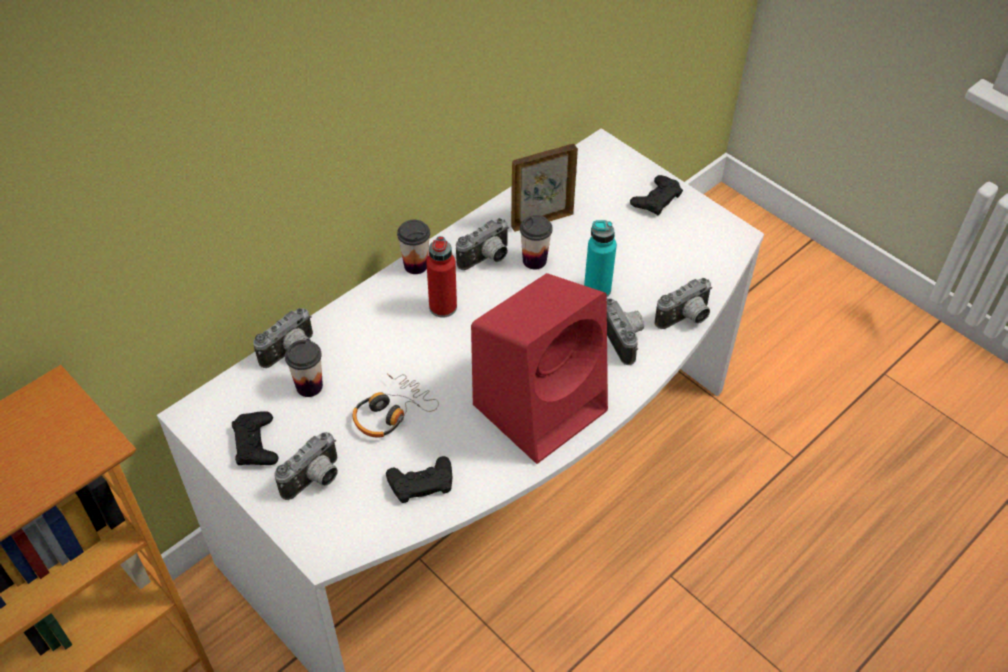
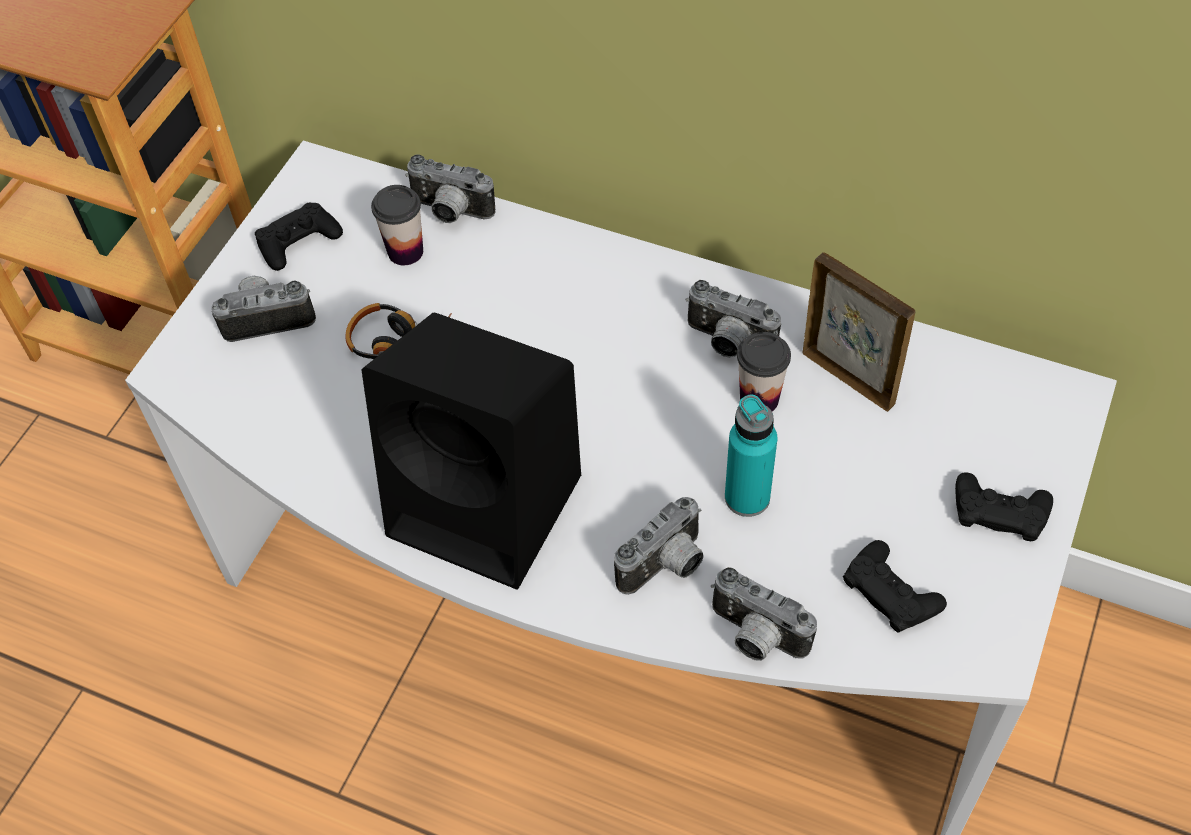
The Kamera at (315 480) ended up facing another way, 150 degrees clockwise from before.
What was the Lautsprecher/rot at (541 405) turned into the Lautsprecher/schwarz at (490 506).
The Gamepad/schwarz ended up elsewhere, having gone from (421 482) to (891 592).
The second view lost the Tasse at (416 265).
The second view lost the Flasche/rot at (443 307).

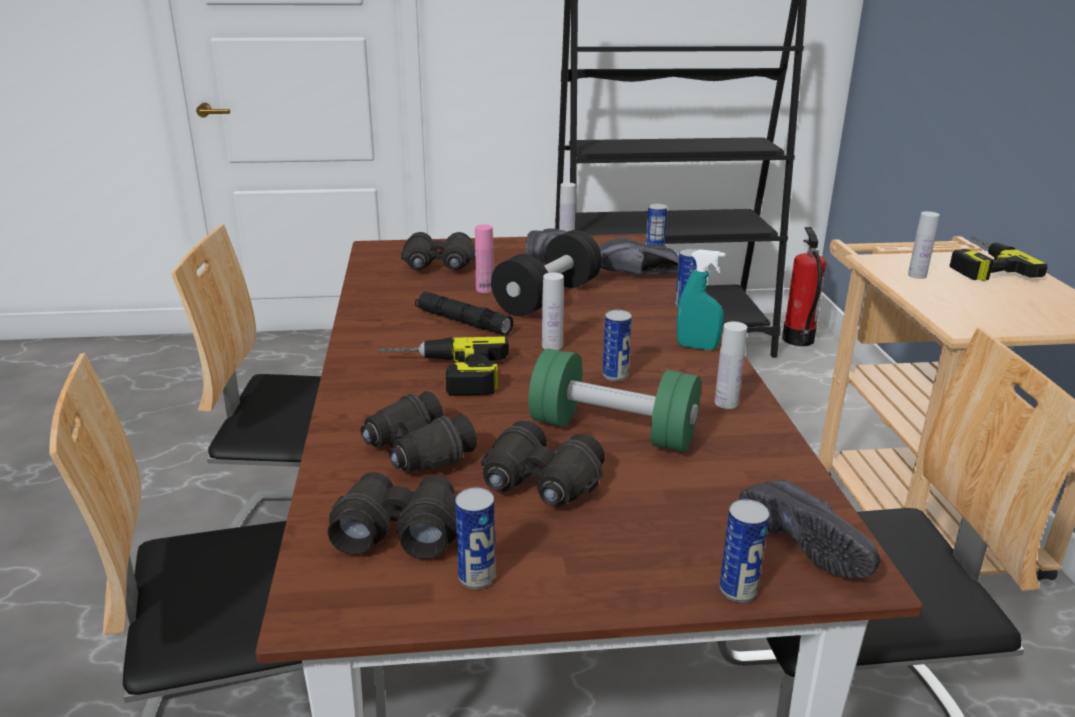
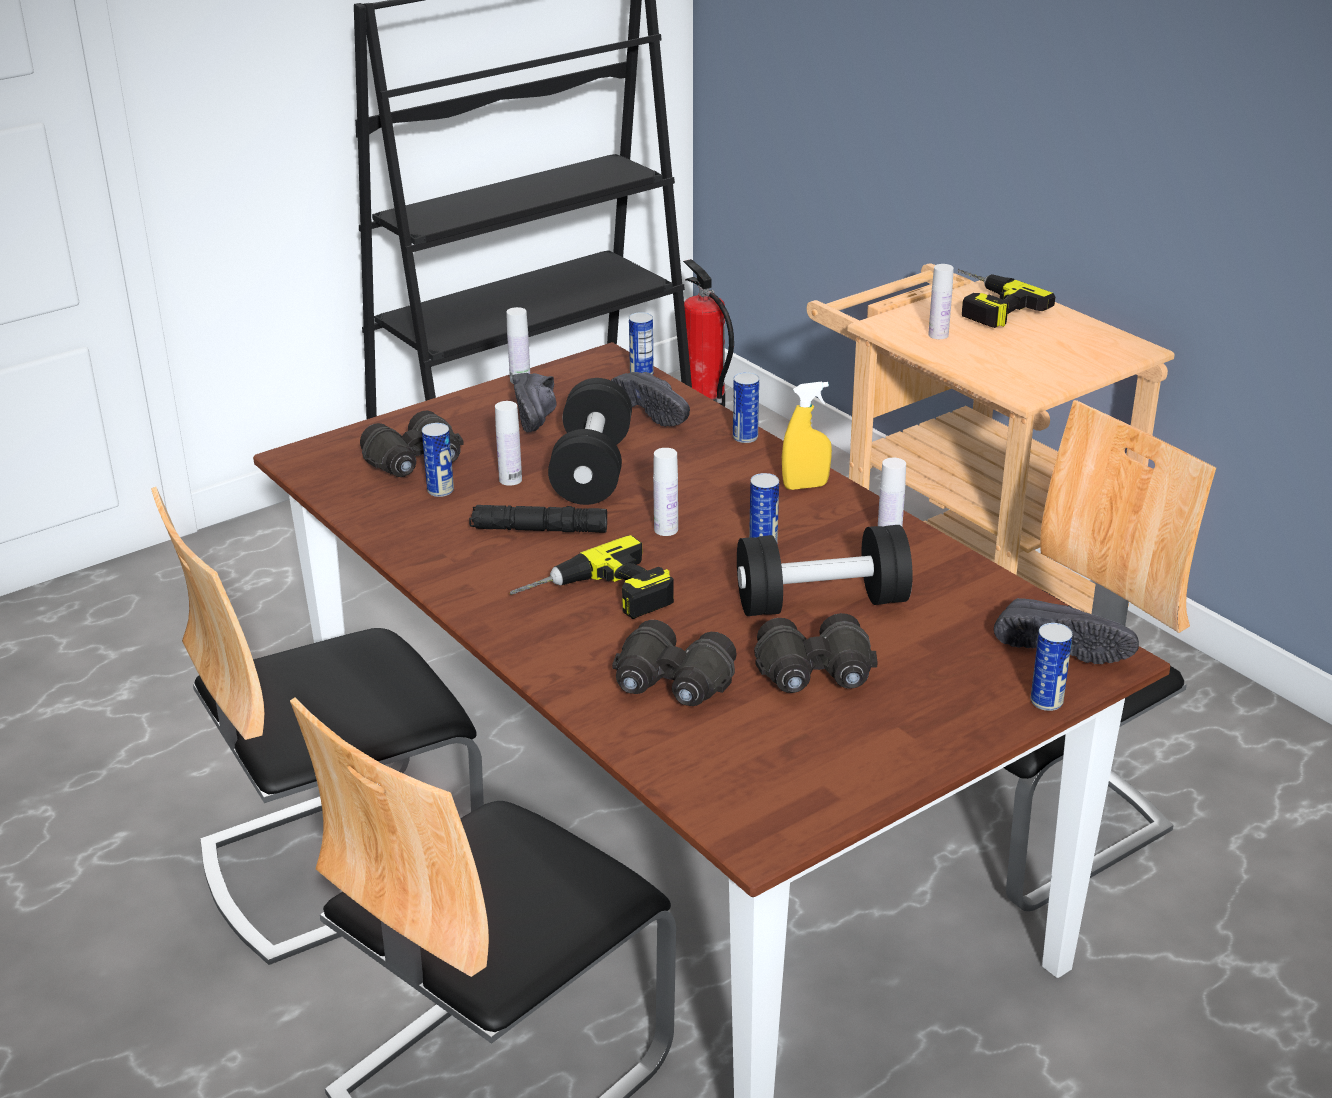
The Dose ended up elsewhere, having gone from (476 578) to (440 491).
What was the Flasche/rosa at (484 289) turned into the Flasche/weiß at (510 480).
The Schuh/schwarz at (638 276) ended up facing another way, 90 degrees counterclockwise from before.
What was the Hantel/grün at (612 431) turned into the Hantel/schwarz at (821 603).
What was the Sprühflasche/türkis at (697 347) turned into the Sprühflasche/gelb at (805 486).
The second view lost the Fernglas/schwarz at (398 530).

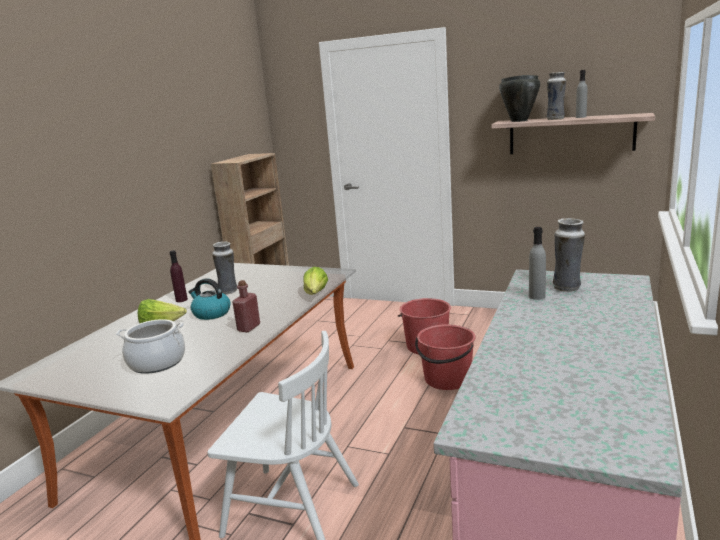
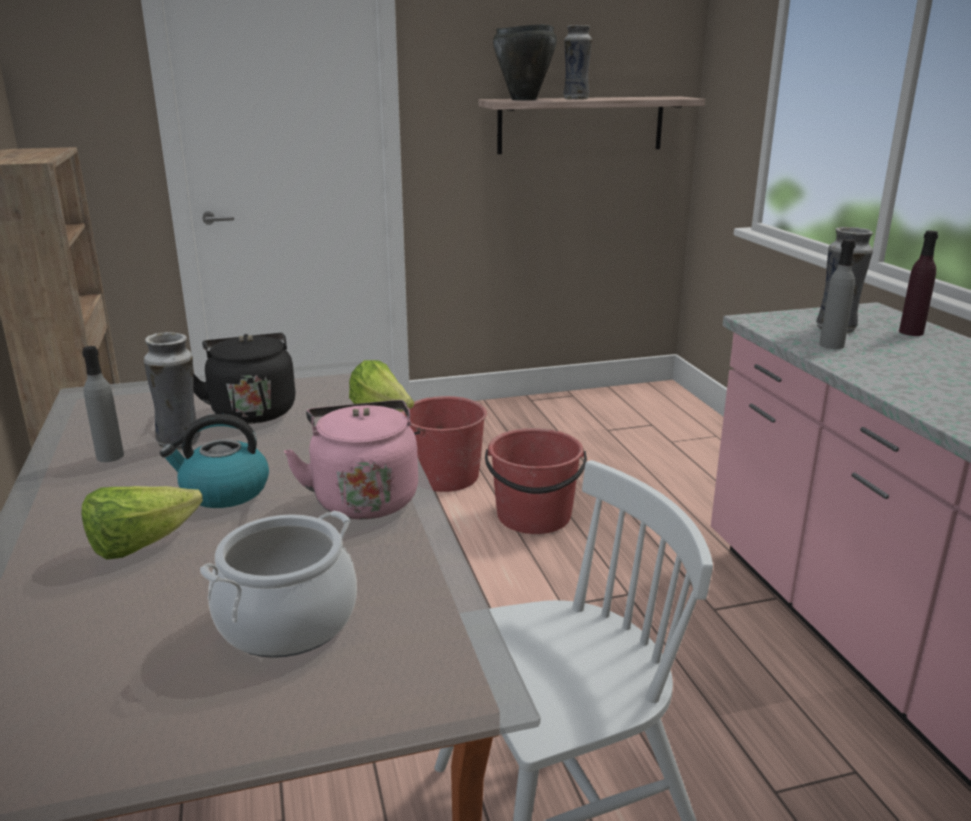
The Flasche/grau ended up elsewhere, having gone from (581 117) to (110 456).
The second view gained the Wasserkessel/schwarz at (252 410).
Where the Flasche/rot stood at (249 328), the Wasserkessel/rosa came to stand at (363 497).
The Flasche/lila ended up elsewhere, having gone from (181 300) to (911 332).

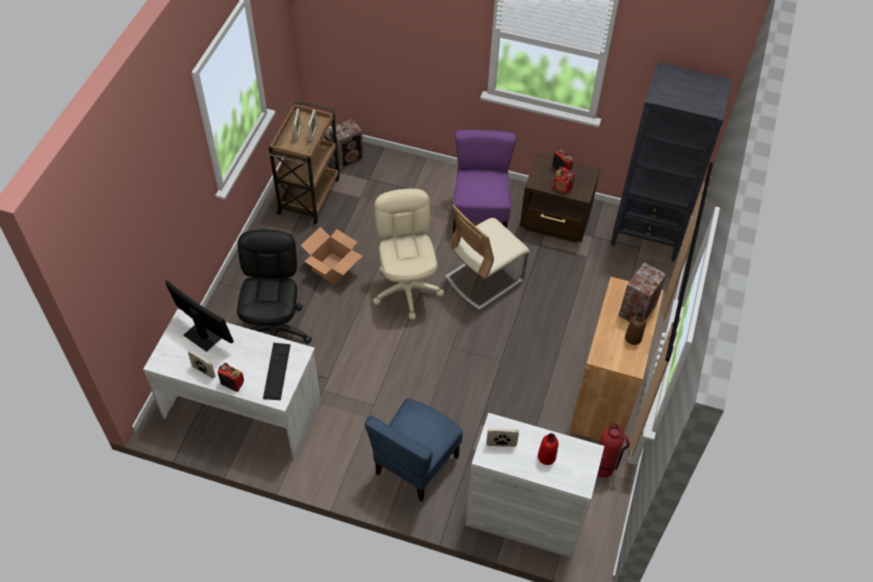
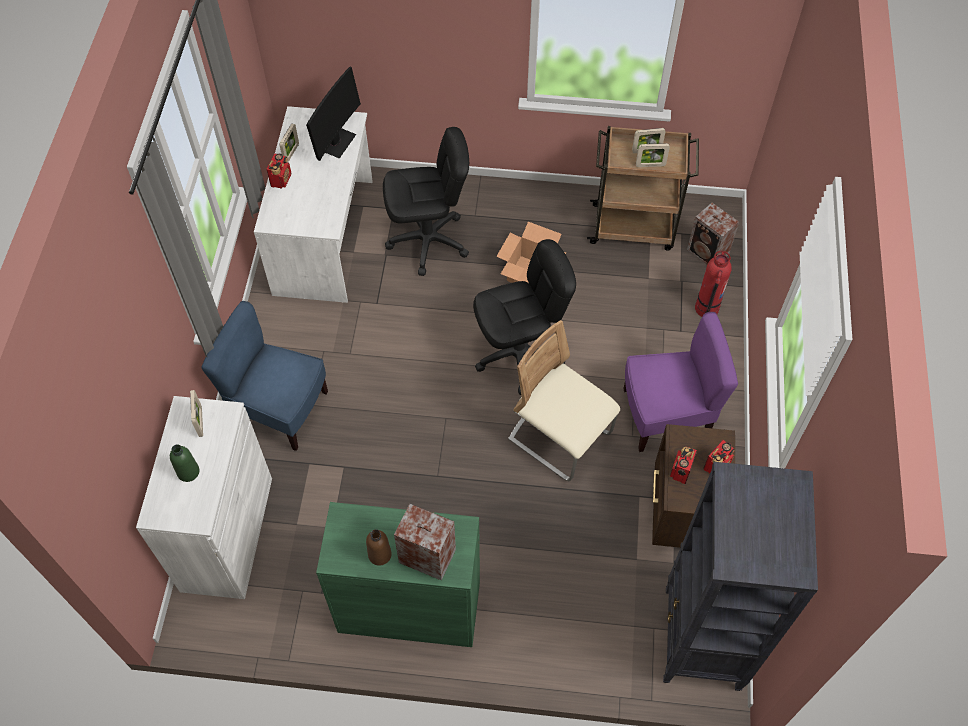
What was the Flasche/rot at (546 457) turned into the Flasche/grün at (188 472).
What was the Schrank/braun at (605 396) turned into the Schrank/grün at (409 607).
What was the Bürostuhl/beige at (407 290) turned into the Bürostuhl/schwarz at (519 356).
The Feuerlöscher ended up elsewhere, having gone from (603 468) to (706 308).
The second view lost the Tastatur at (277 371).

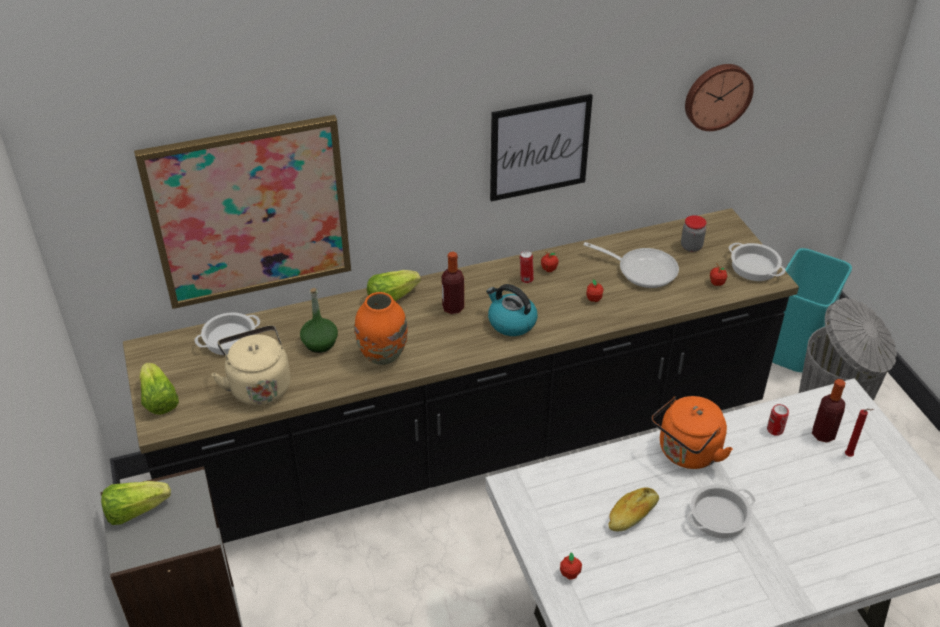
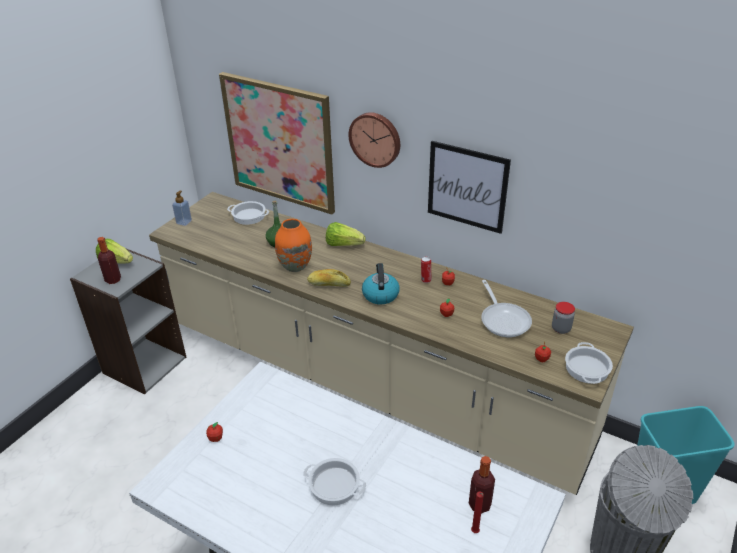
The Flasche ended up elsewhere, having gone from (453 307) to (113 280).
What was the Küchenzeile/schwarz at (470 446) turned into the Küchenzeile/beige at (370 382).
Where the Salatkopf stood at (159 400), the Seifenspender came to stand at (184 222).
The Brot ended up elsewhere, having gone from (632 515) to (329 284).
The Wanduhr ended up elsewhere, having gone from (717 95) to (375 139).
The second view lost the Wasserkessel/beige at (258 385).
The second view lost the Wasserkessel/orange at (687 453).
The second view lost the Dose at (775 429).

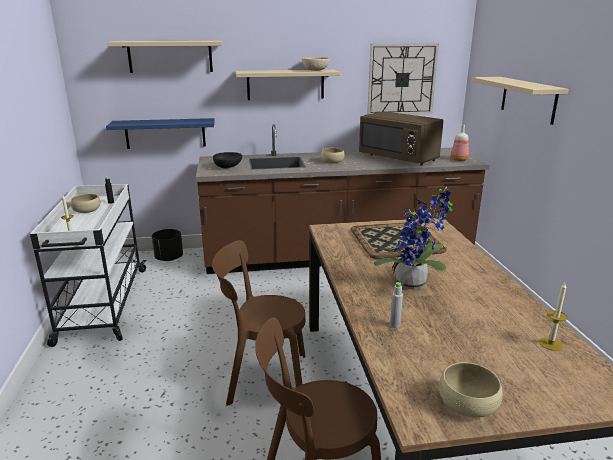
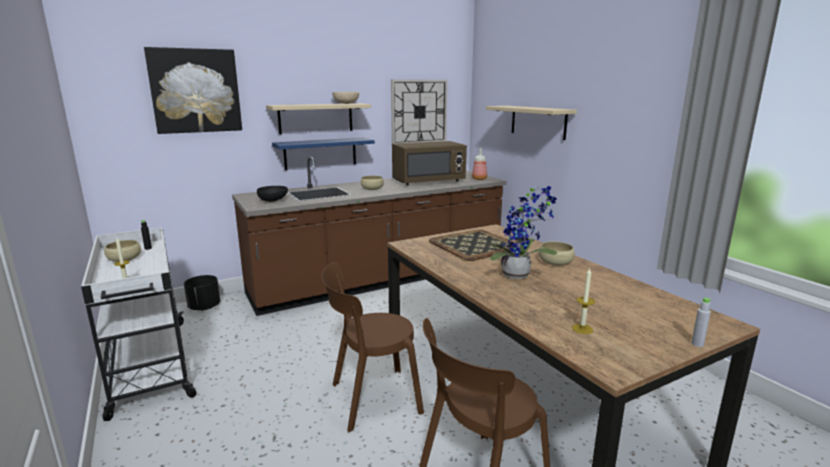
Where the Wandregal/beige hung at (170 56), the Bild came to hang at (195 91).
The Wandregal/blau ended up elsewhere, having gone from (165 133) to (320 153).
The Mikrowelle/braun at (399 158) ended up facing another way, 45 degrees counterclockwise from before.
The Schüssel/beige ended up elsewhere, having gone from (468 403) to (555 262).
The Kerze ended up elsewhere, having gone from (550 344) to (582 329).
The Flasche/grau ended up elsewhere, having gone from (395 325) to (697 344).

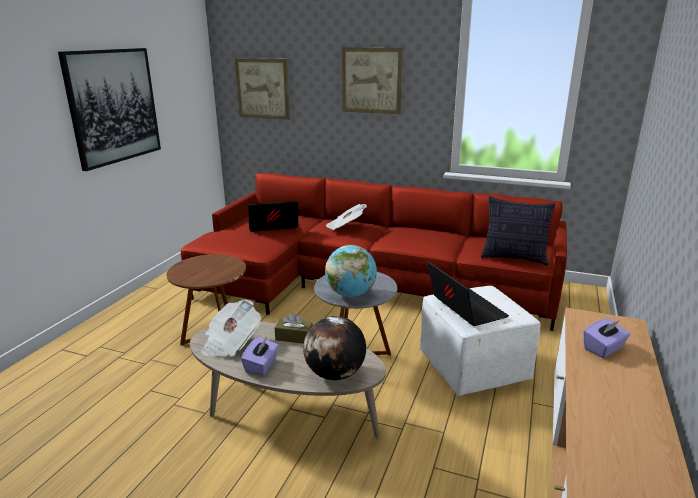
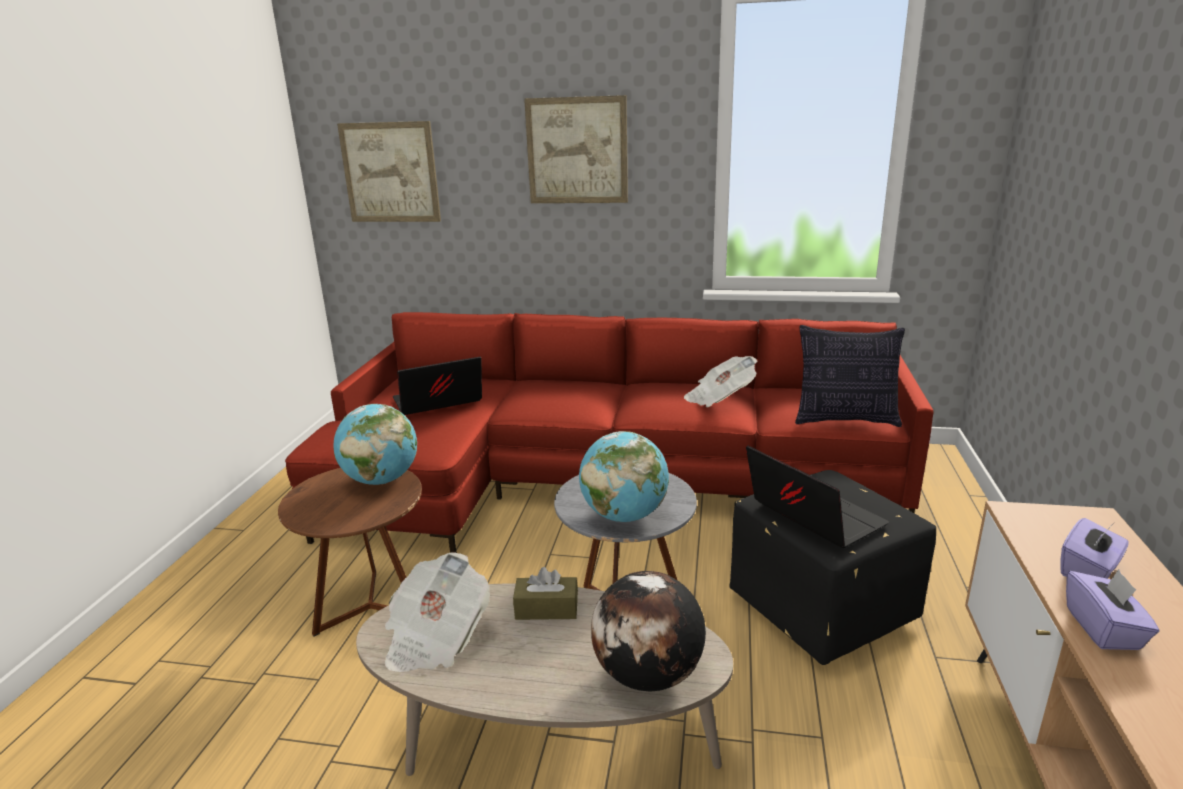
The second view gained the Globus at (381 480).
The Zeitung ended up elsewhere, having gone from (345 227) to (719 398).
What was the Polsterhocker/weiß at (471 368) turned into the Polsterhocker/schwarz at (819 610).
The Taschentuchbox/lila ended up elsewhere, having gone from (261 366) to (1103 629).
The second view lost the Bild at (113 106).

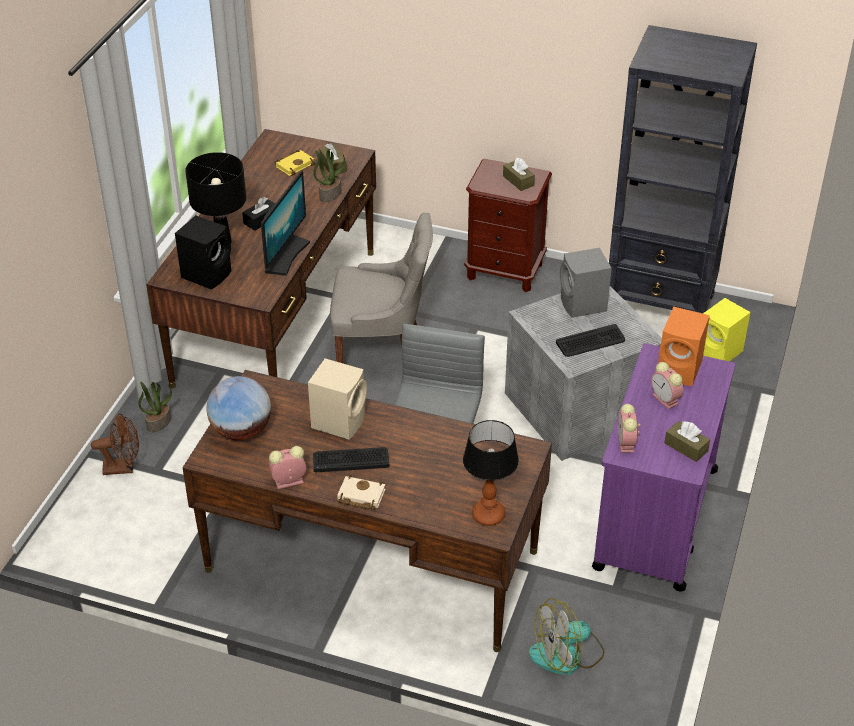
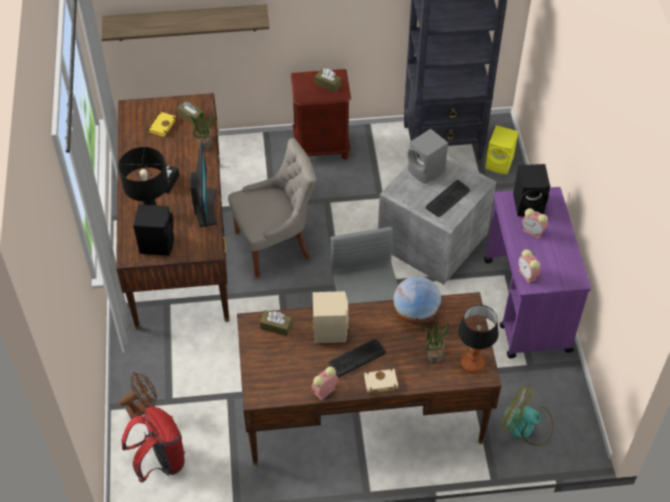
The second view gained the Wandregal at (186 22).
The second view gained the Rucksack/rot at (160 461).
The Taschentuchbox/braun ended up elsewhere, having gone from (686 447) to (276 326).
The Globus ended up elsewhere, having gone from (241 431) to (415 313).
The Topfpflanze ended up elsewhere, having gone from (158 422) to (434 353).
The Ventilator at (567 654) ended up facing another way, 75 degrees clockwise from before.
What was the Lautsprecher/orange at (681 370) turned into the Lautsprecher/schwarz at (529 205).

